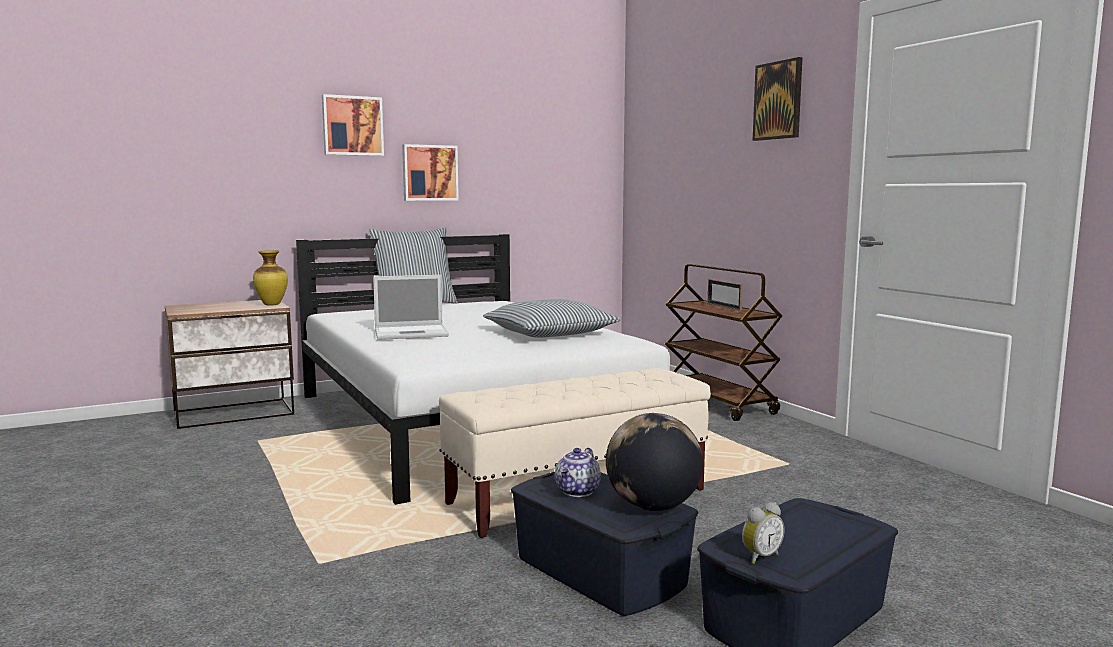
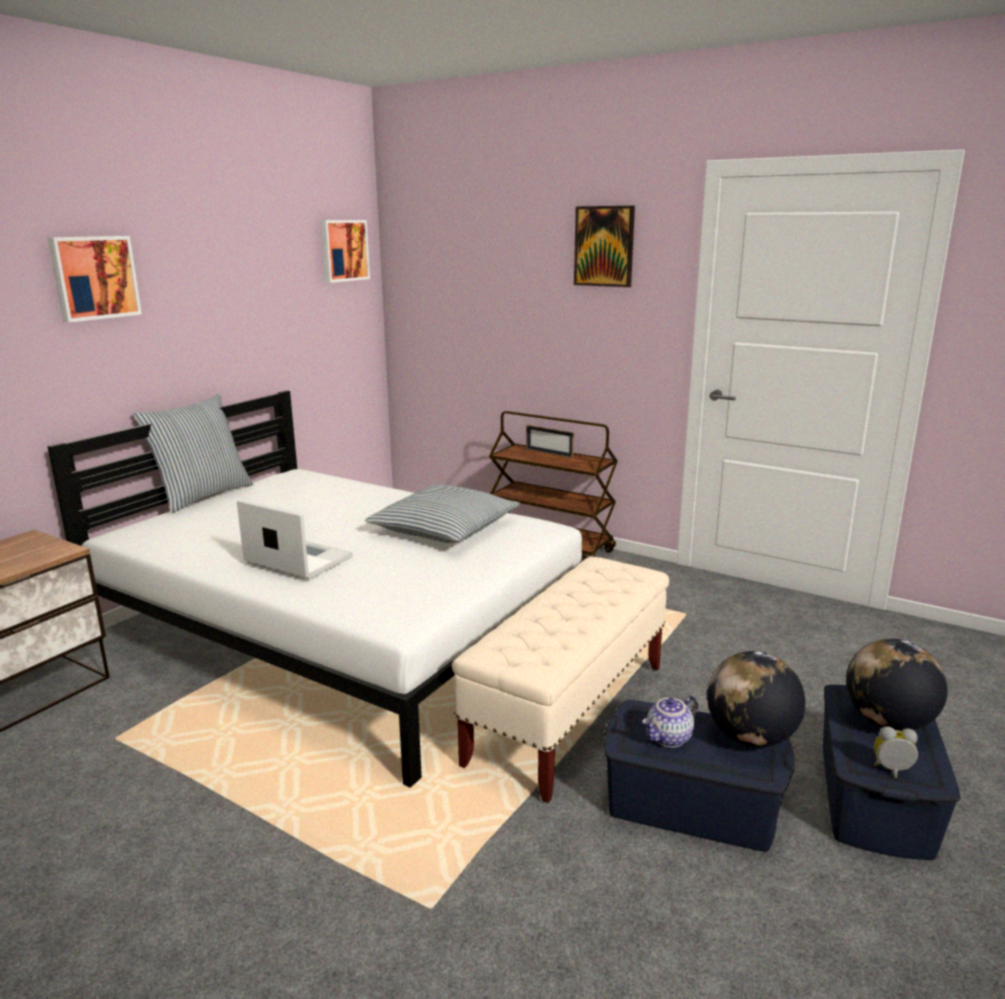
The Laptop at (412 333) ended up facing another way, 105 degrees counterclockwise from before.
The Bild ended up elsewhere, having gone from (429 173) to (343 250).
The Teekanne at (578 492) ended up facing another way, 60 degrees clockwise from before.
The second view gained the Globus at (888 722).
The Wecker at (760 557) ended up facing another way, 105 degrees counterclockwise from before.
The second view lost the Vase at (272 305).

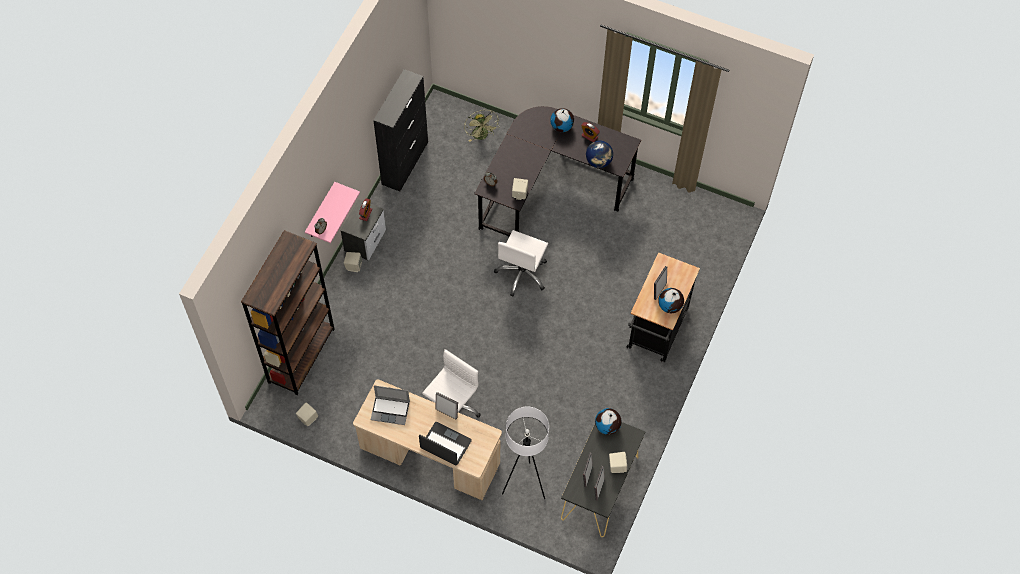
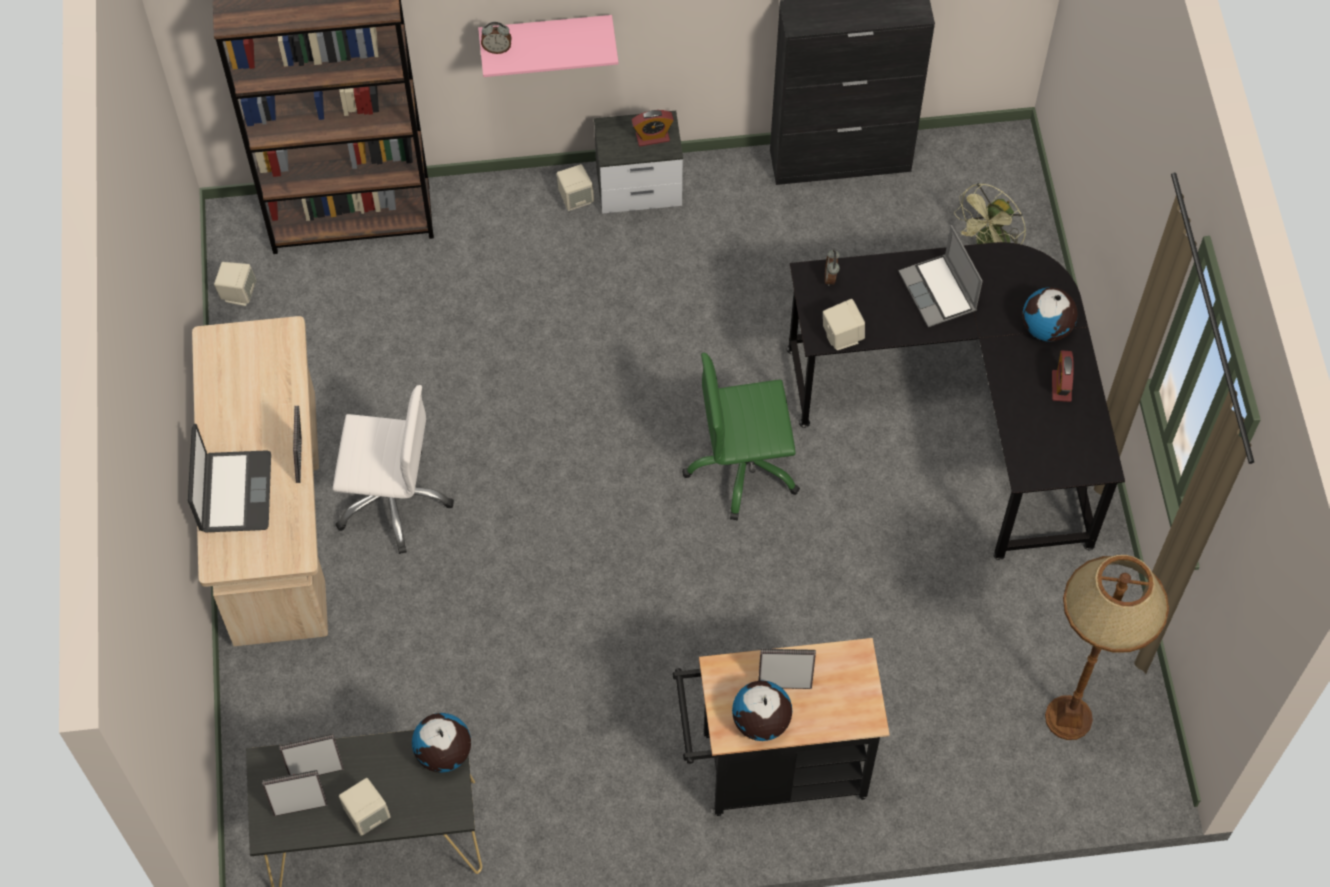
What was the Bürostuhl/weiß at (522 274) turned into the Bürostuhl/grün at (742 468).
The Laptop ended up elsewhere, having gone from (391 410) to (939 292).
The second view gained the Stehlampe/braun at (1069 717).
The second view lost the Stehlampe/weiß at (524 485).
The second view lost the Globus at (598 162).

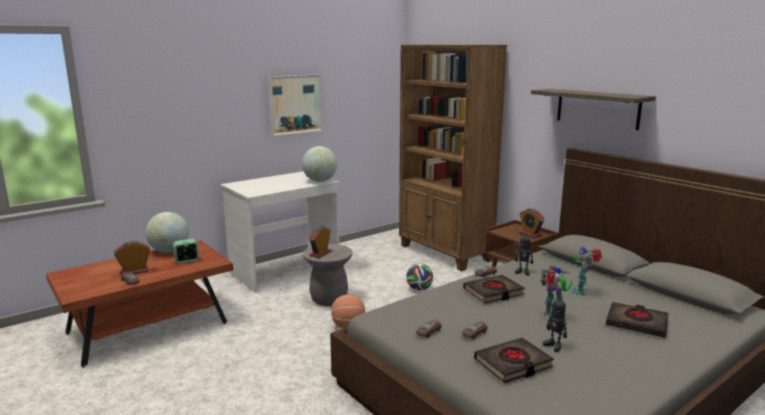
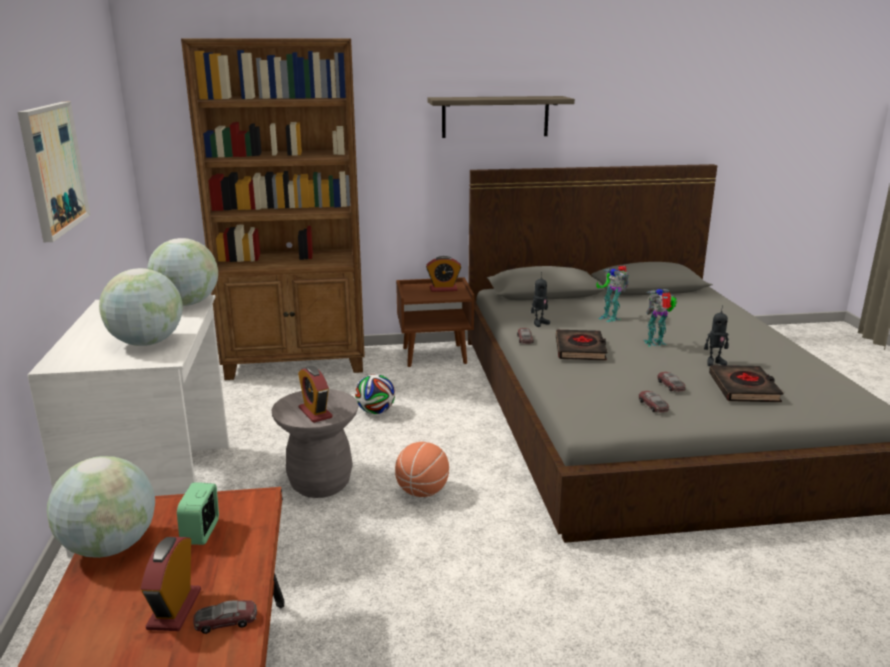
The second view gained the Globus at (147 343).
The second view lost the Buch/schwarz at (637 323).

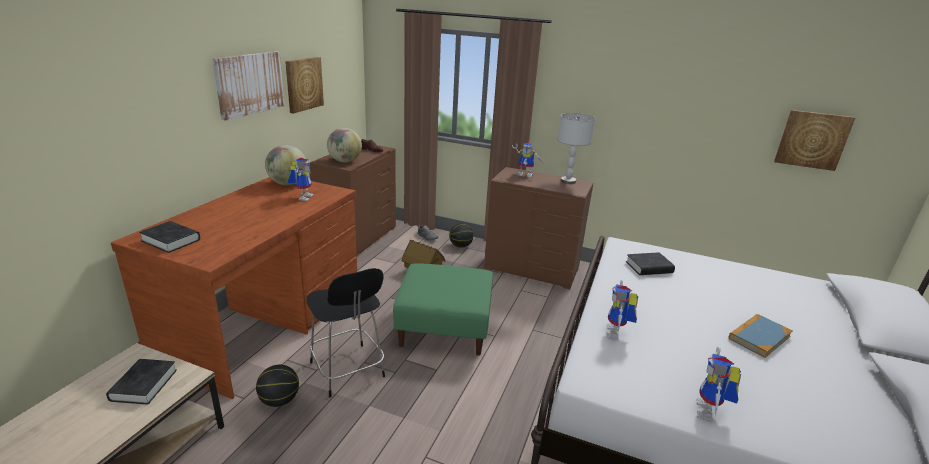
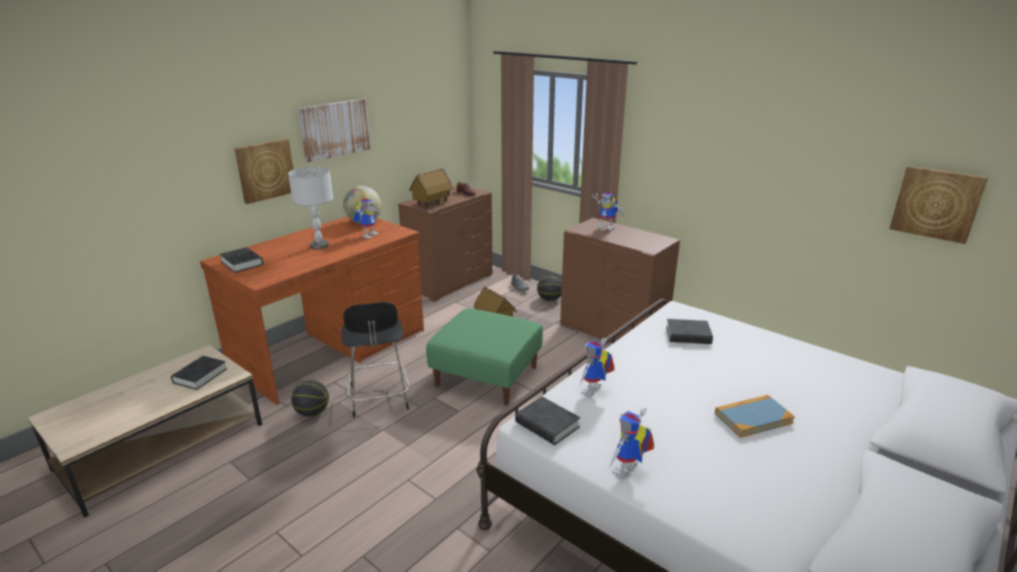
The Bild ended up elsewhere, having gone from (303 84) to (265 170).
The Tischlampe/grau ended up elsewhere, having gone from (568 181) to (319 246).
Where the Globus stood at (345 161), the Spielzeughaus came to stand at (432 203).
The second view gained the Buch/schwarz at (547 425).

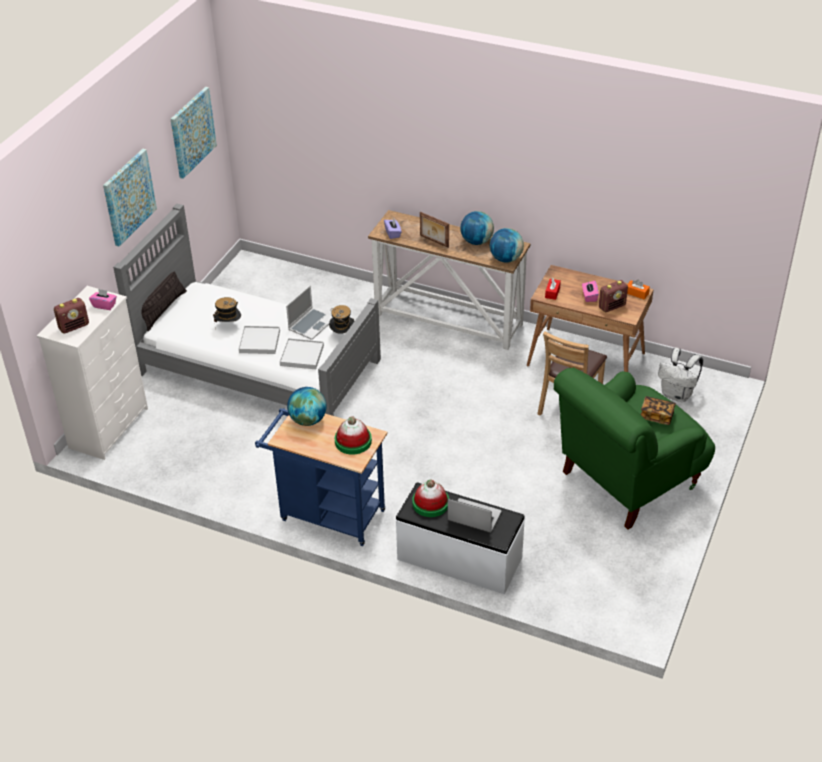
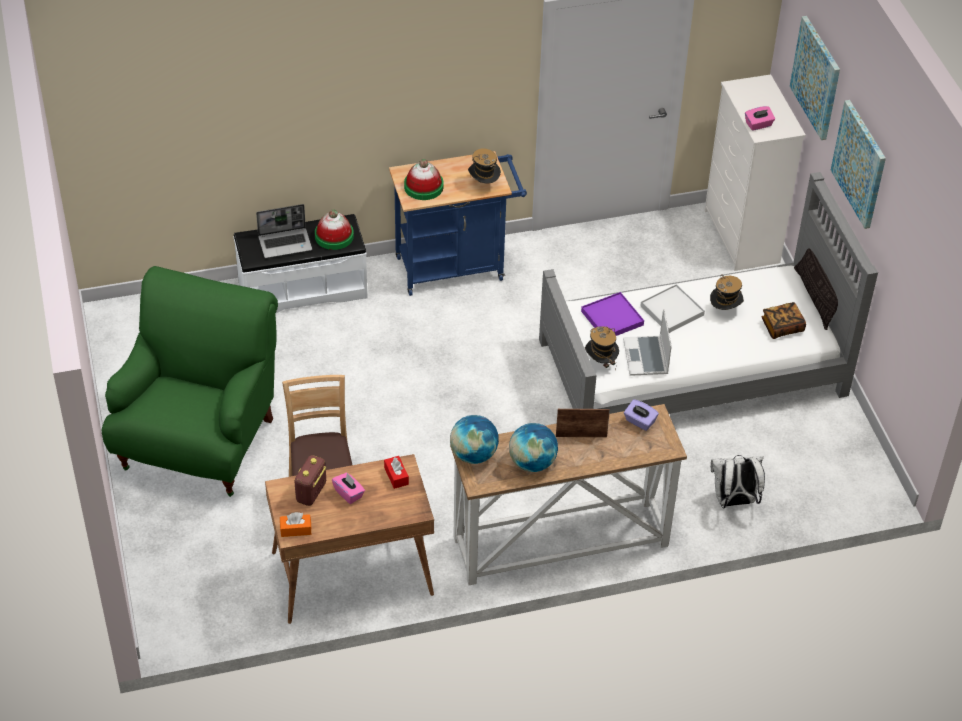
Where the Globus stood at (308 420), the Hut came to stand at (483 185).
What was the Tablett/weiß at (301 355) turned into the Tablett/lila at (612 318).
The Rucksack/weiß ended up elsewhere, having gone from (677 395) to (734 501).
The Buch ended up elsewhere, having gone from (656 416) to (782 327).
The Bild ended up elsewhere, having gone from (192 132) to (816 77).
The second view lost the Radio at (74 326).

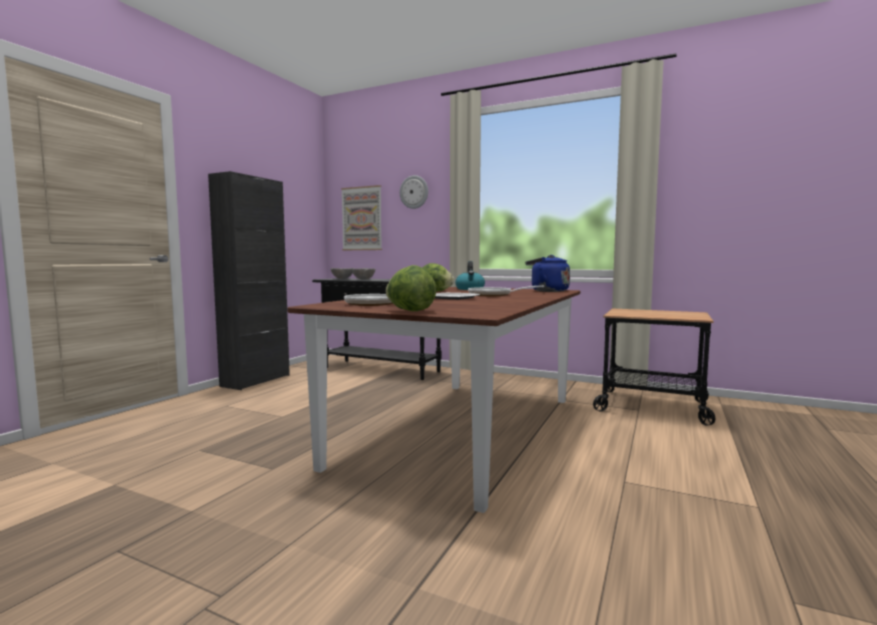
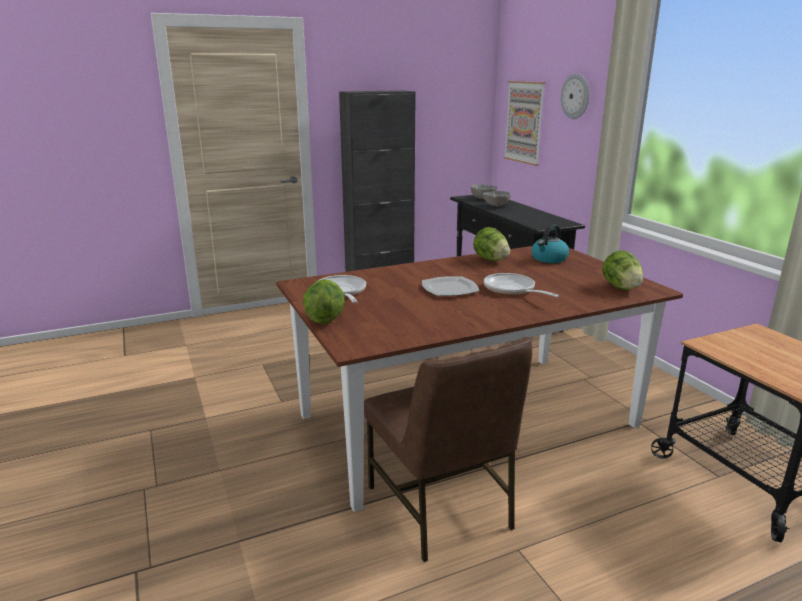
The second view gained the Stuhl/braun at (441 508).
Where the Wasserkessel/blau stood at (547 291), the Salatkopf came to stand at (621 288).

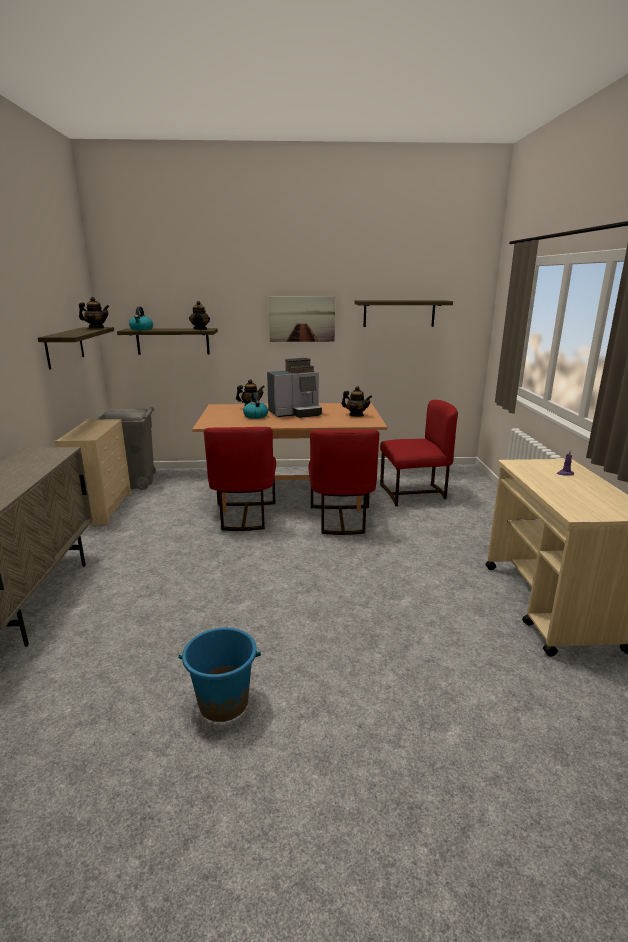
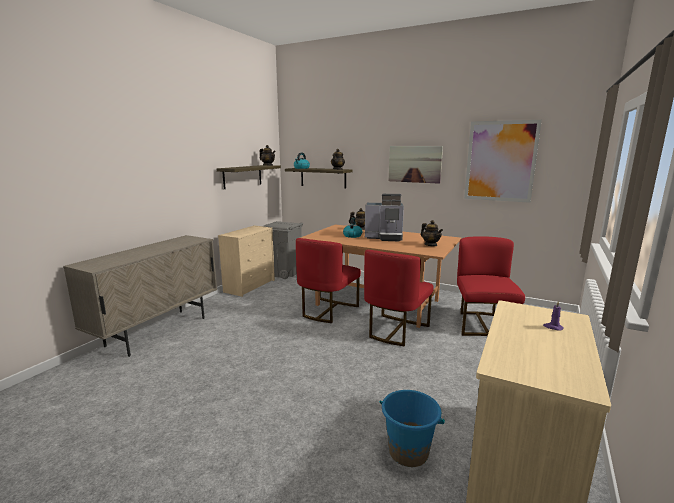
The Eimer/blau ended up elsewhere, having gone from (223 703) to (408 452).
The Stuhl/rot at (414 493) ended up facing another way, 105 degrees counterclockwise from before.
Where the Wandregal hung at (399 313), the Bild came to hang at (500 161).

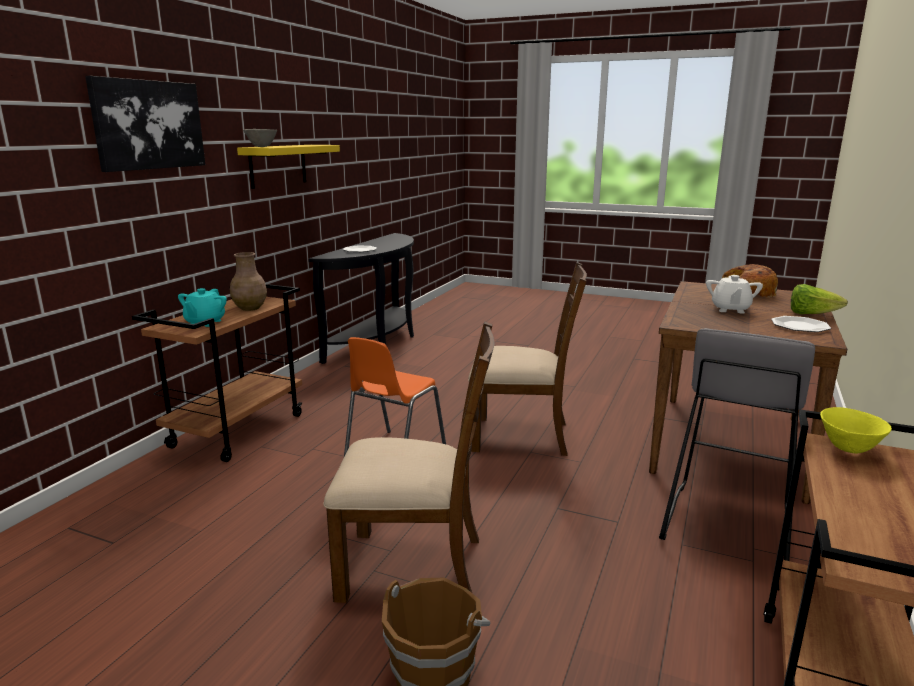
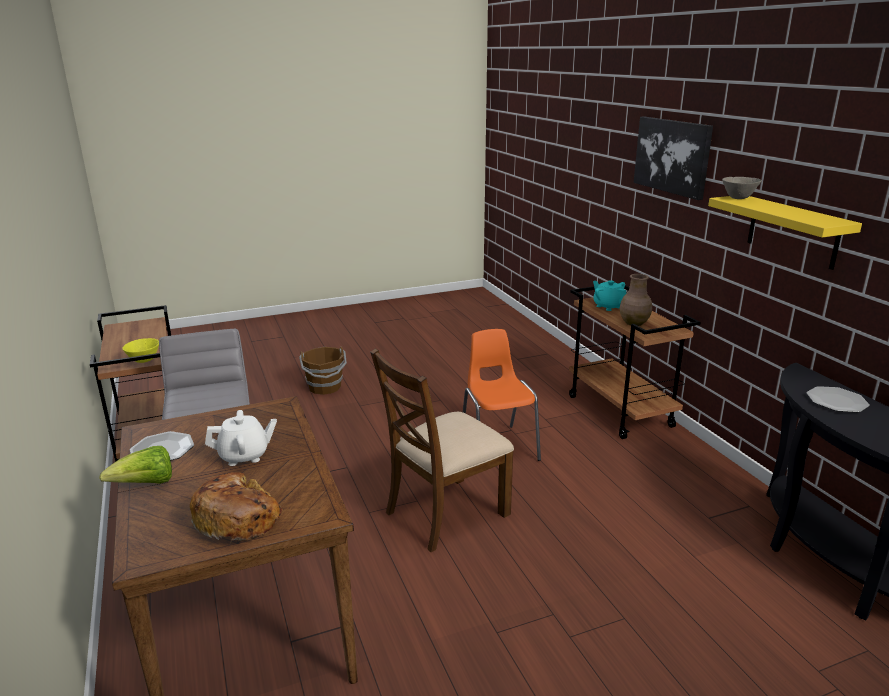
The Teekanne/weiß at (730 309) ended up facing another way, 105 degrees clockwise from before.
The second view lost the Stuhl/braun at (414 566).

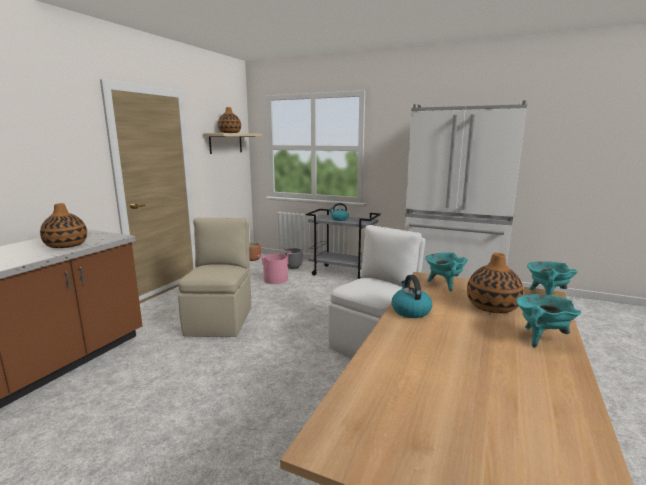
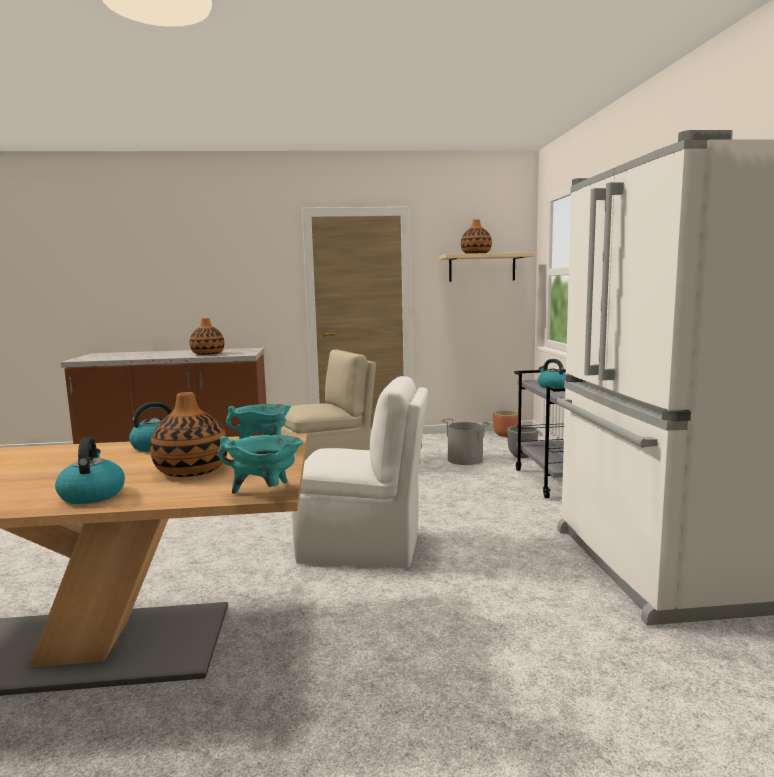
Where the Kochtopf/türkis stood at (541 338), the Wasserkessel came to stand at (92 495).
What was the Eimer/rosa at (276 280) turned into the Eimer/grau at (465 460).

